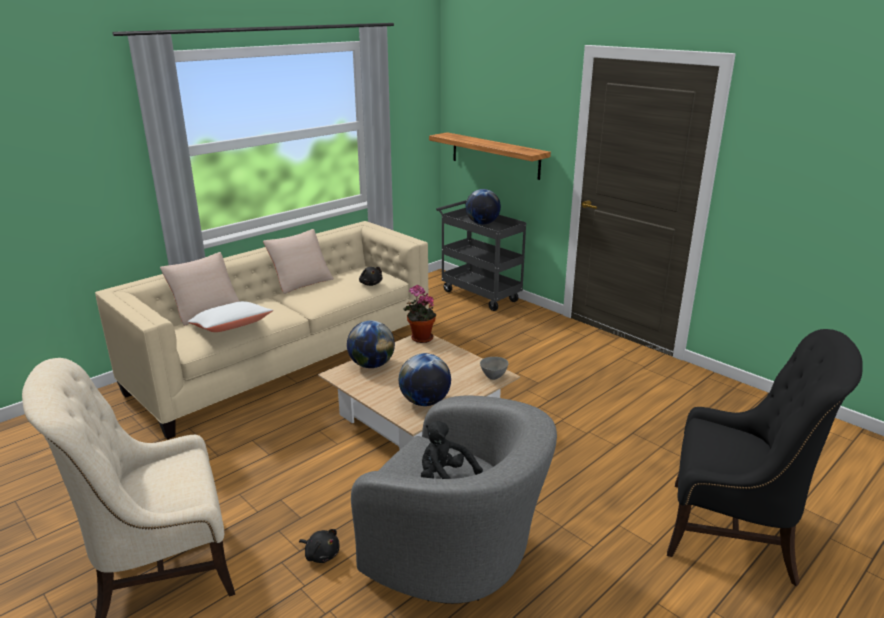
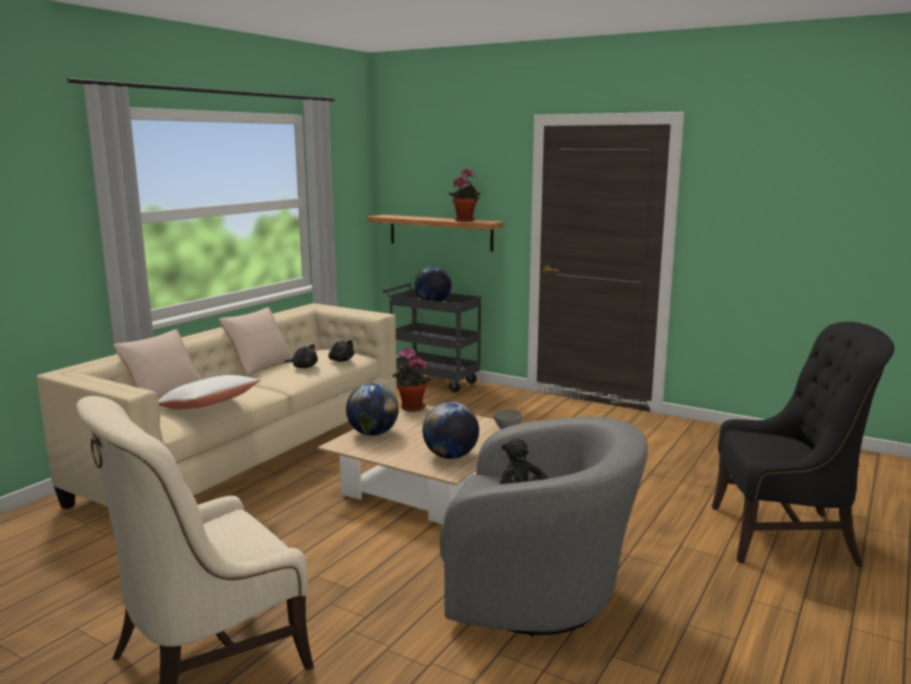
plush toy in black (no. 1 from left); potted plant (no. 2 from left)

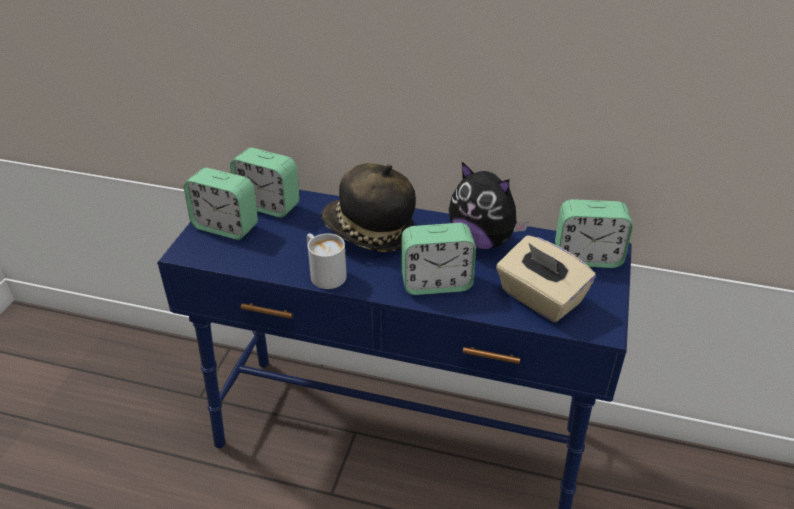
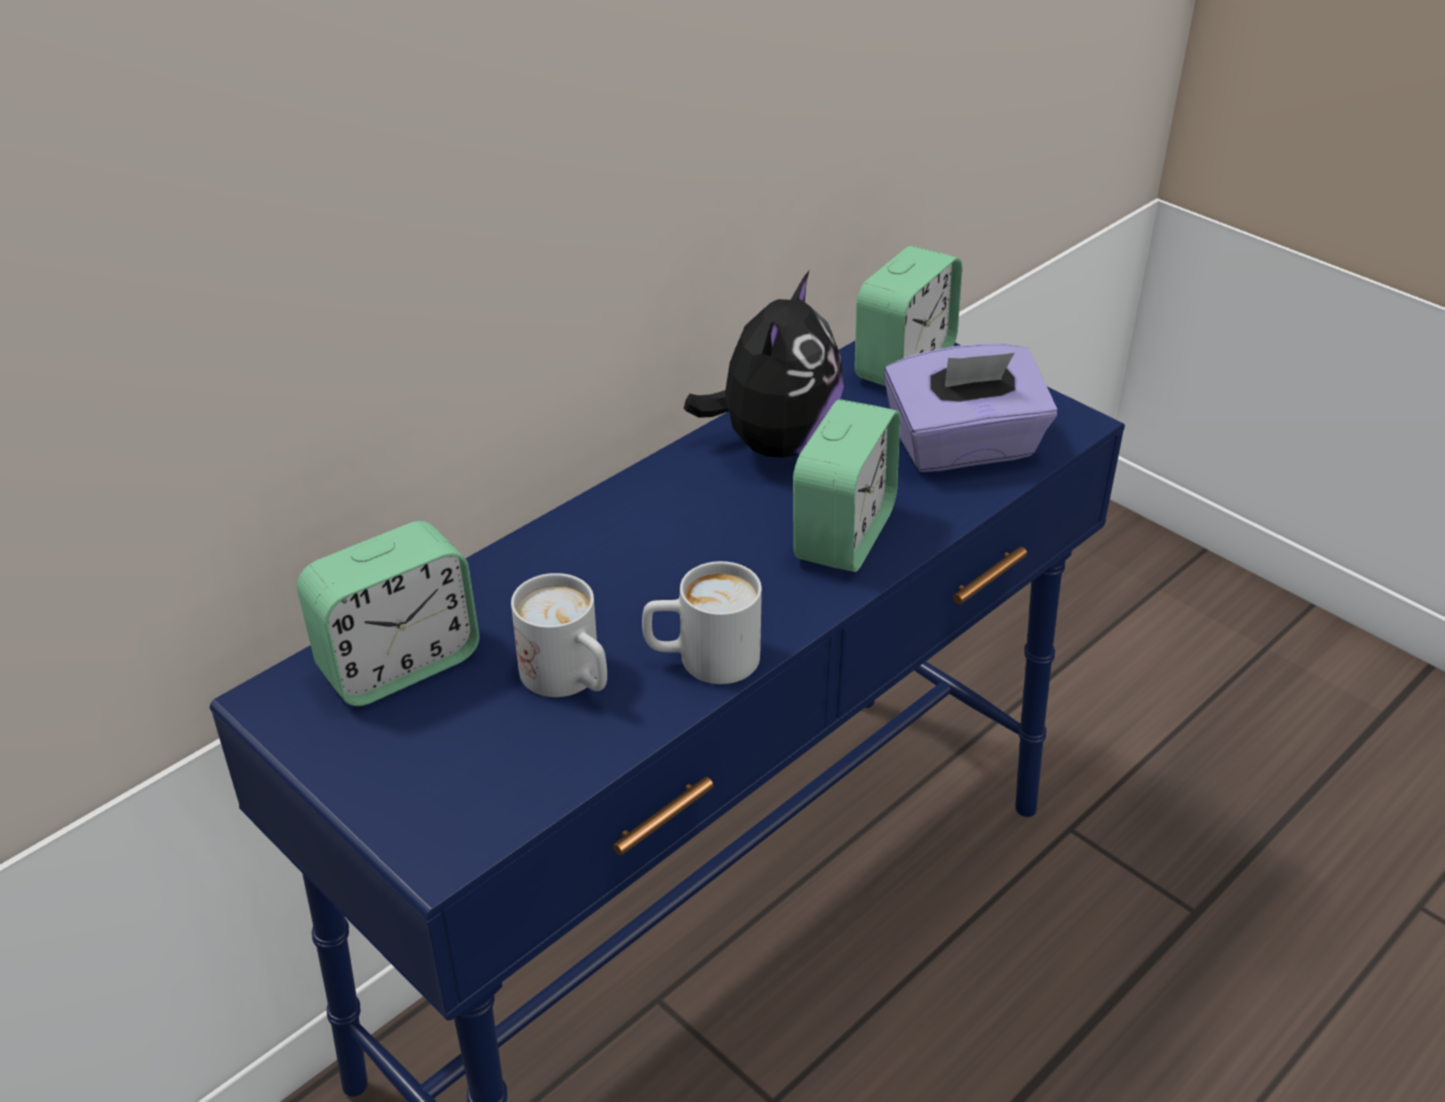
plush toy; hat; alarm clock (no. 1 from left in the first image); tissue box in purple; mug in white (no. 1 from left)

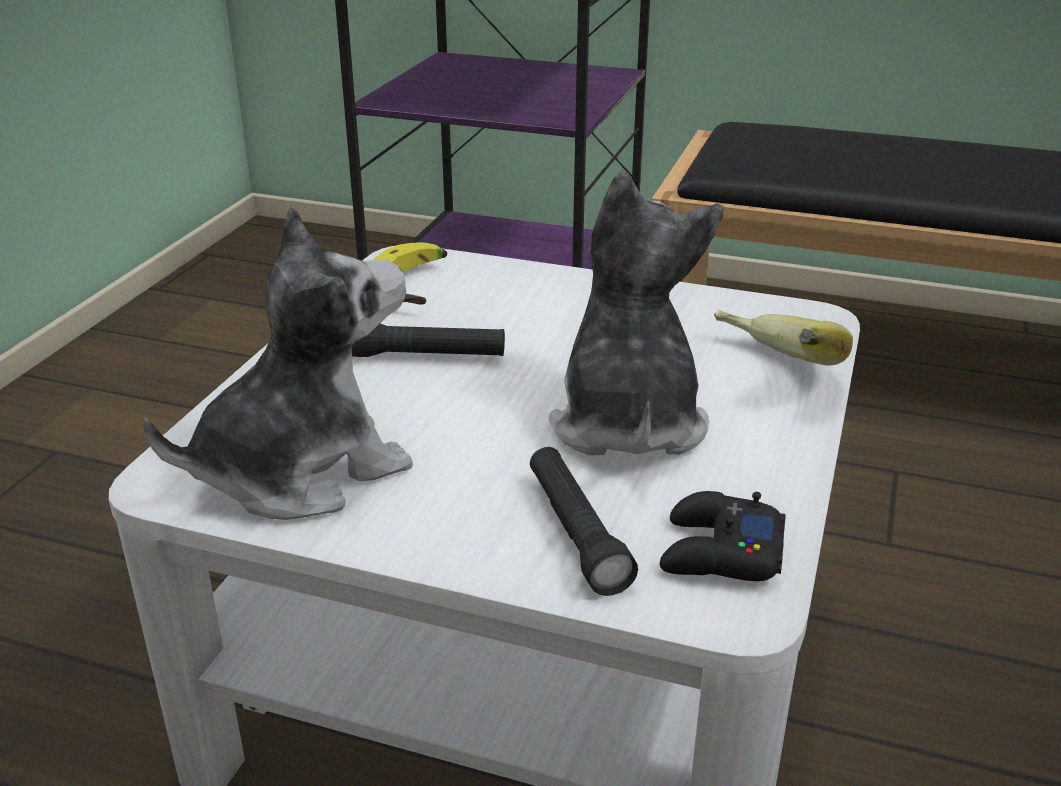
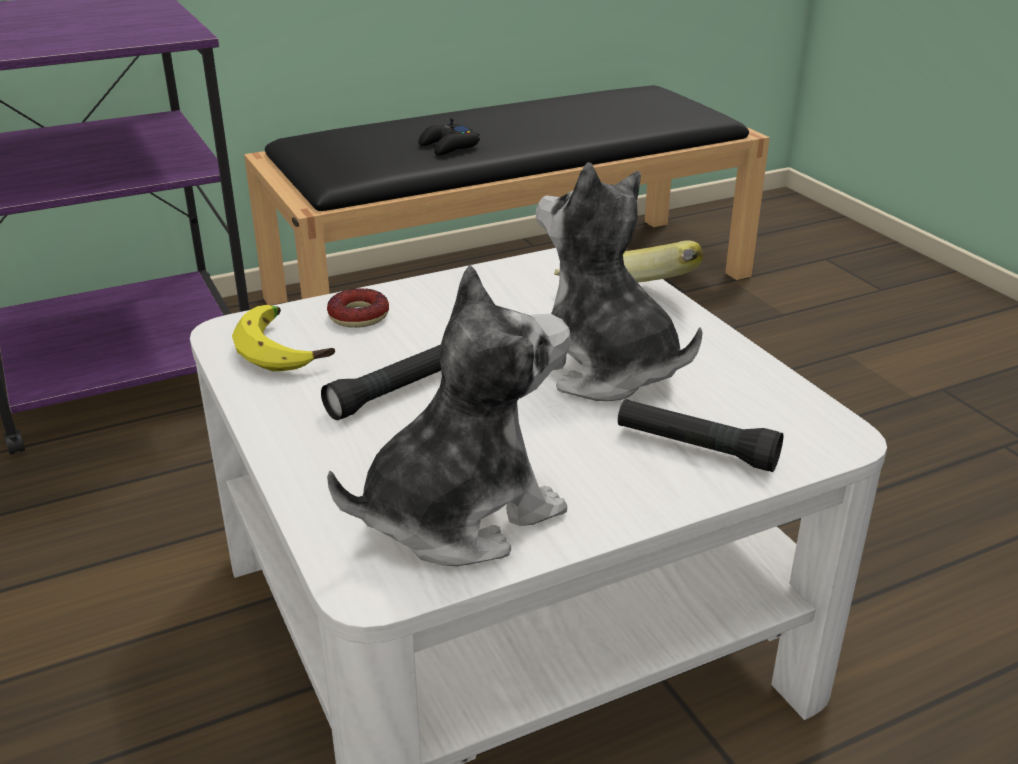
plush toy (no. 1 from left); game controller in black; donut

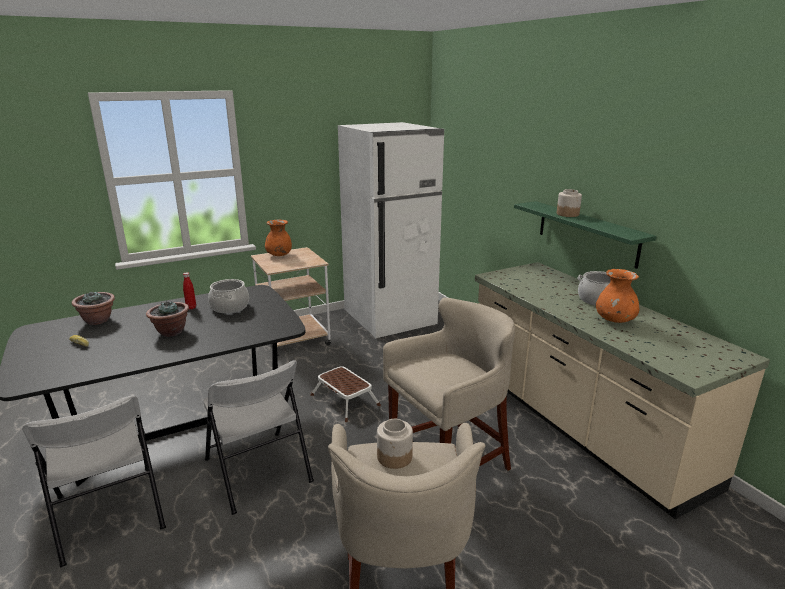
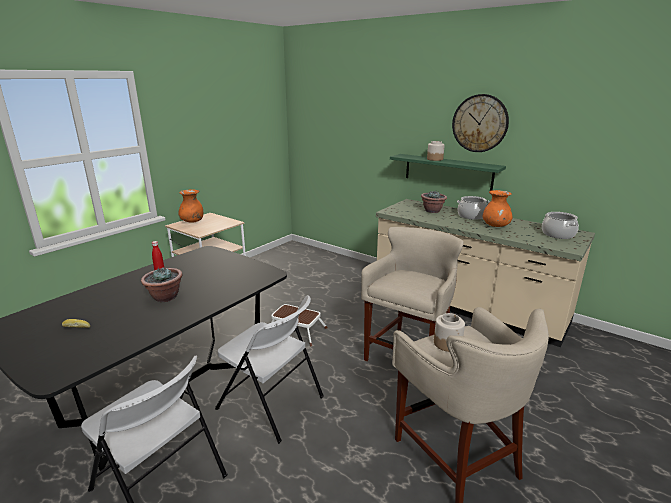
fridge in white; cooking pot (no. 2 from left); potted plant (no. 2 from left); wall clock

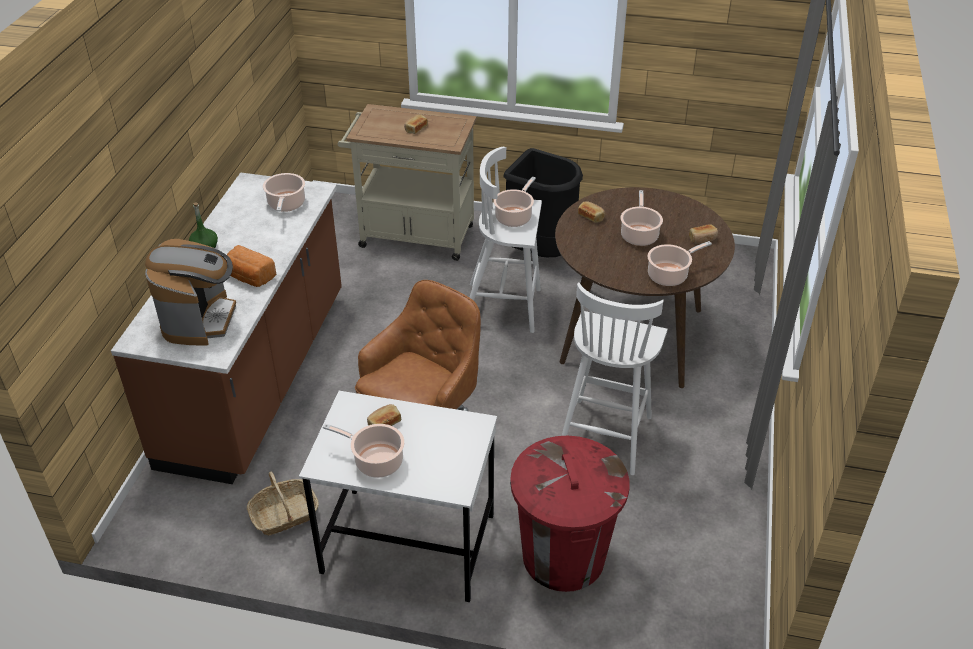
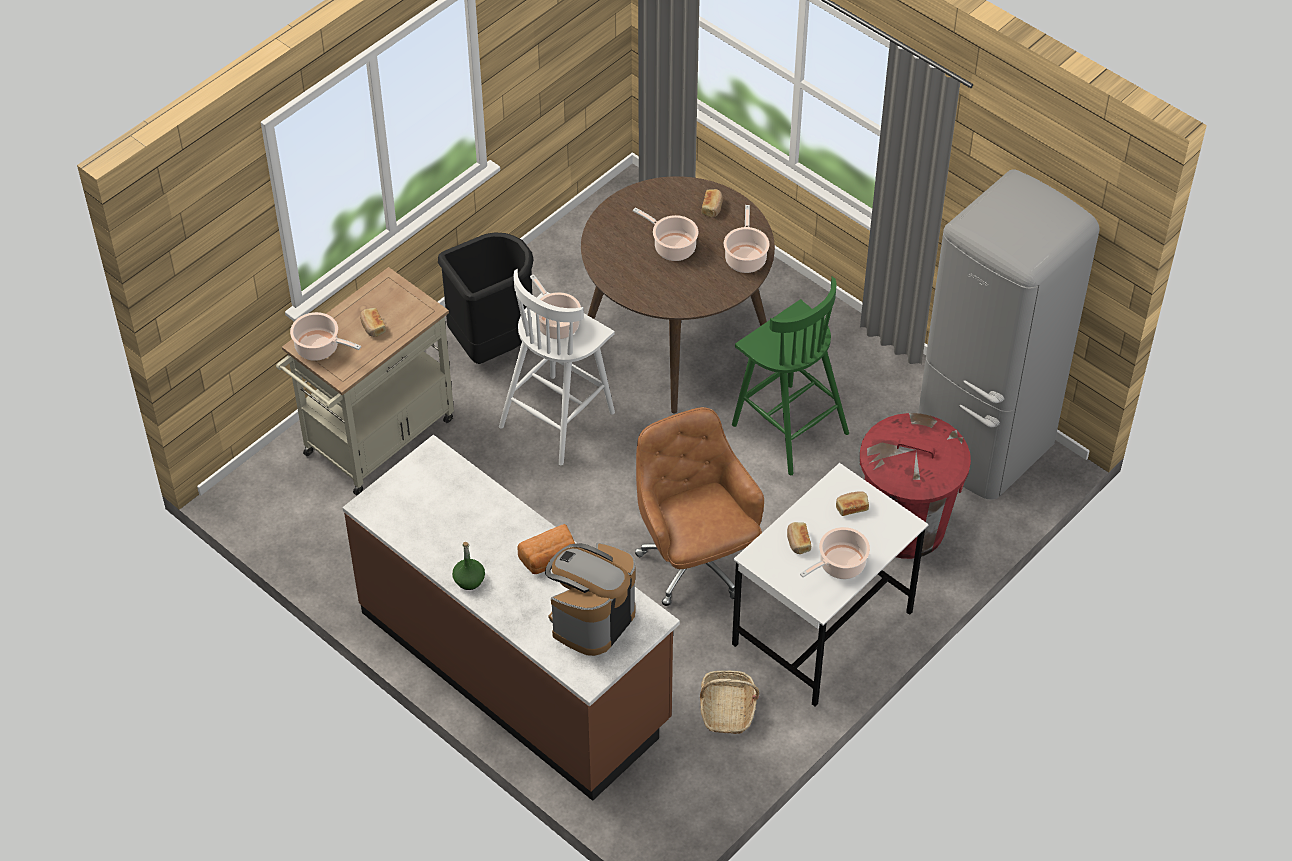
cooking pot (no. 1 from left); bread (no. 5 from left); coffee machine; stool in green; fridge in grey

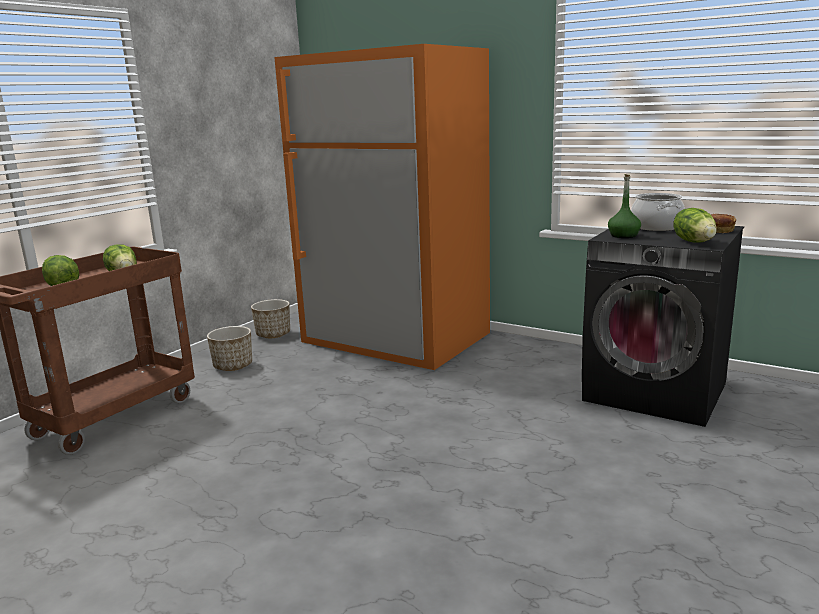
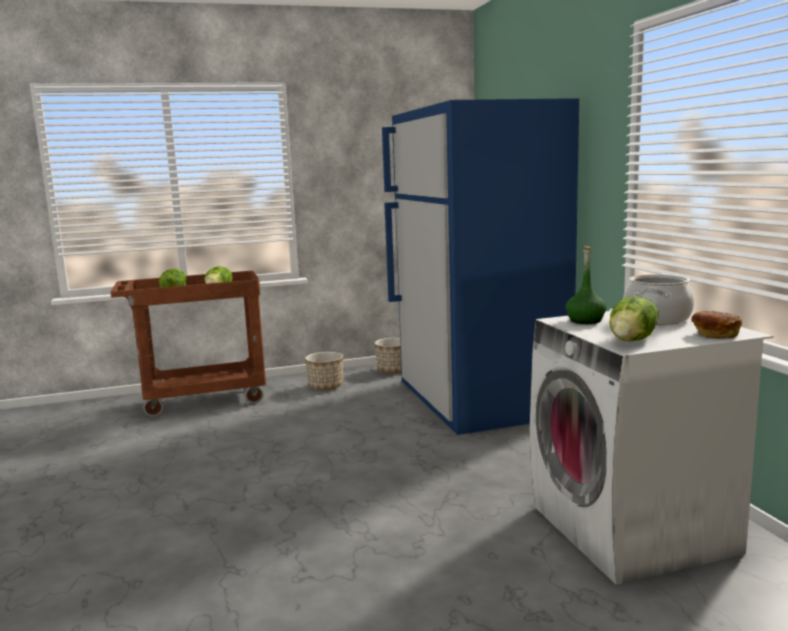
fridge in blue; washing machine in white

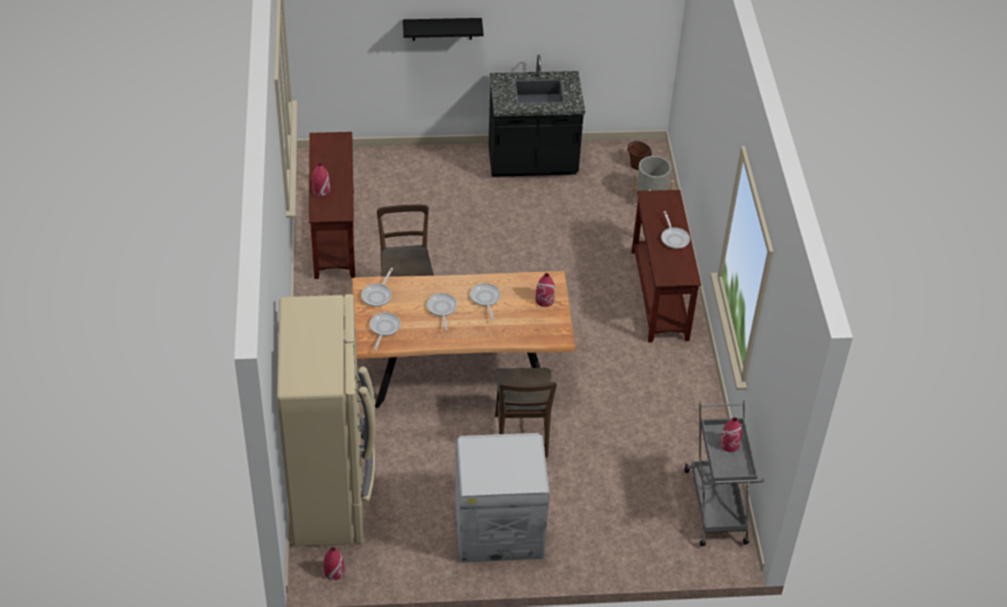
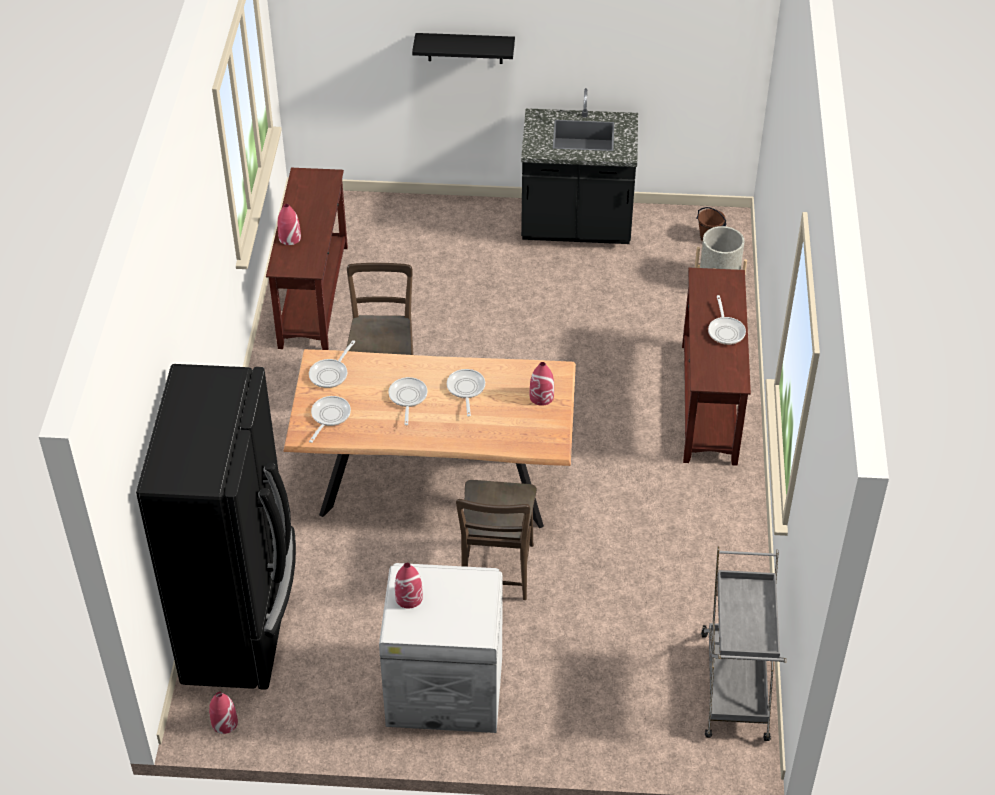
fridge in black; vase in red (no. 3 from left)

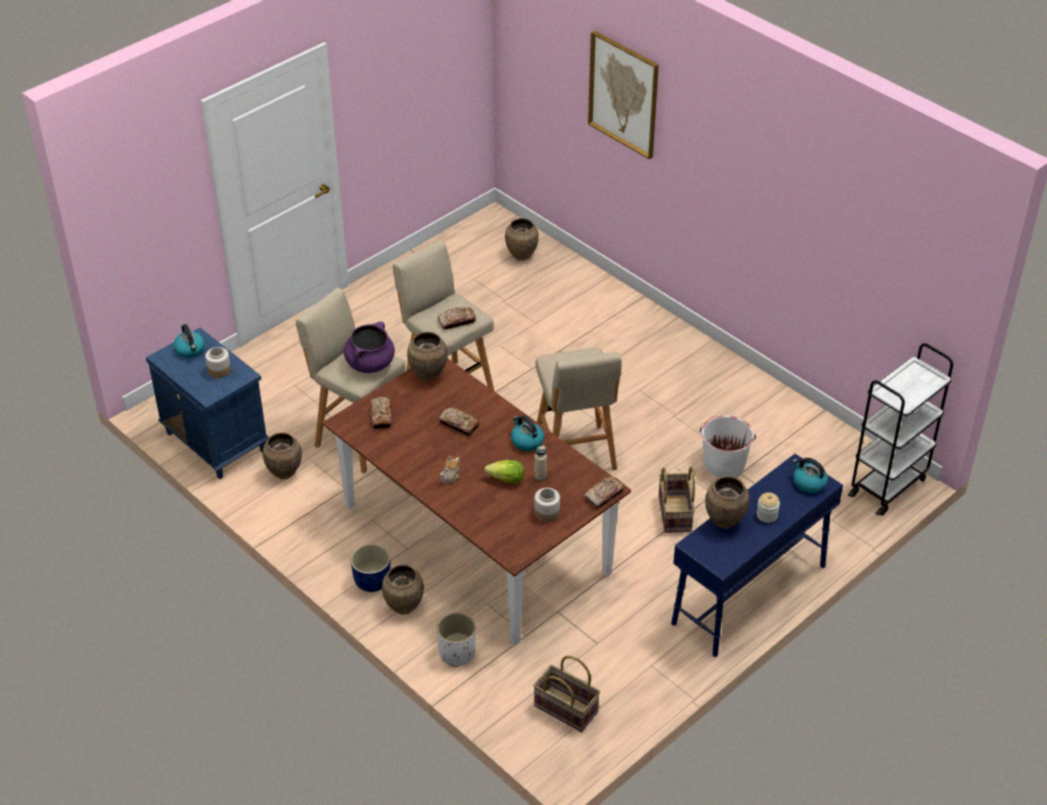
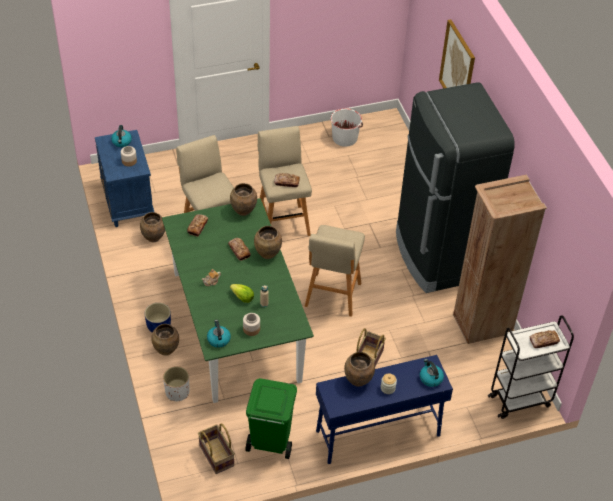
vase in brown (no. 4 from left); cooking pot in purple; dining table in green; bucket in white; kettle (no. 2 from left); bread (no. 4 from left); fridge in black; cabinet in brown; trash can in green

